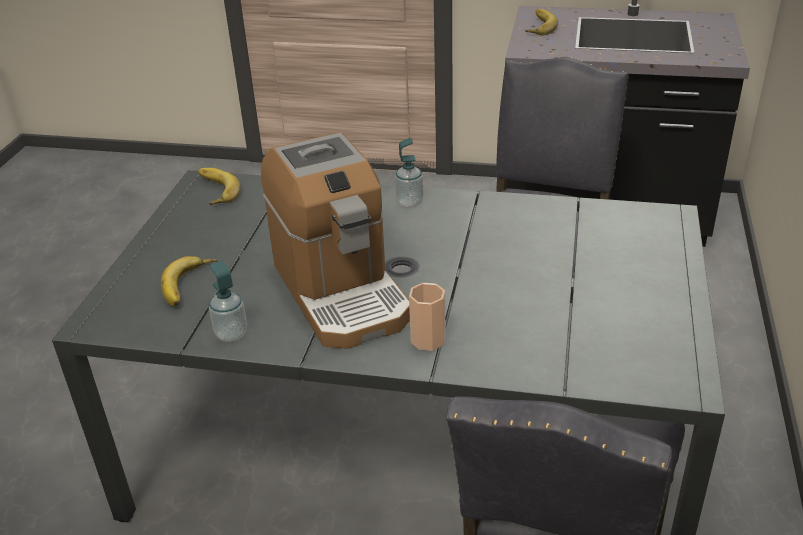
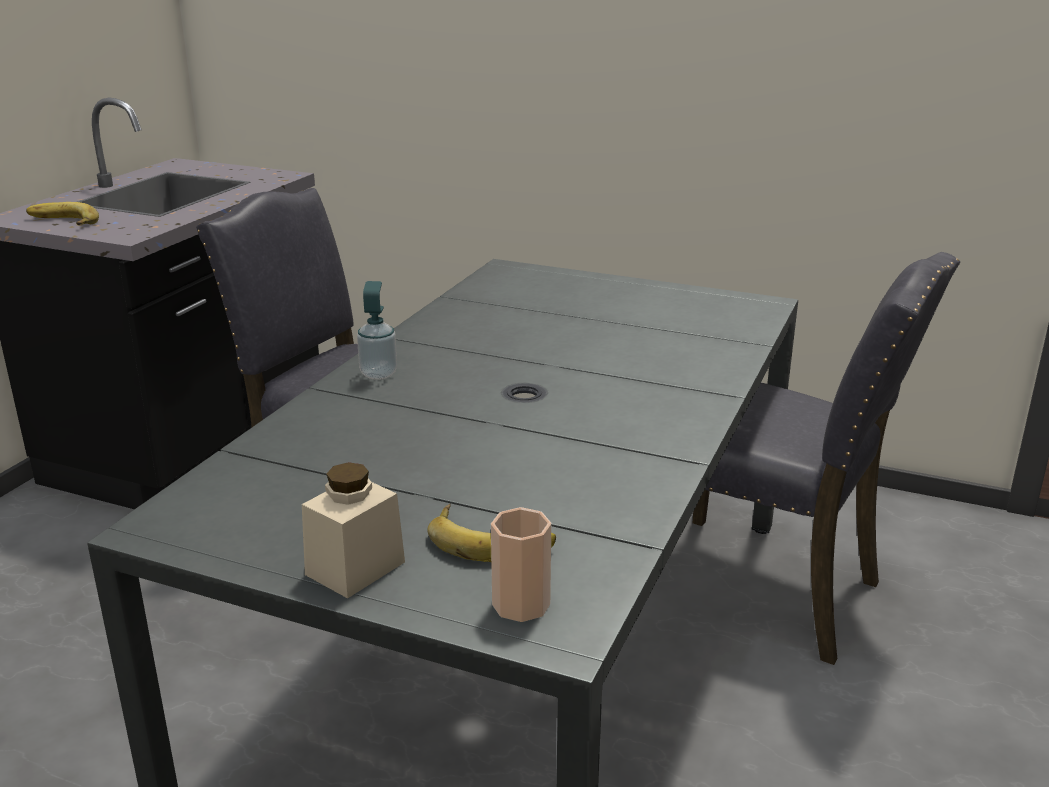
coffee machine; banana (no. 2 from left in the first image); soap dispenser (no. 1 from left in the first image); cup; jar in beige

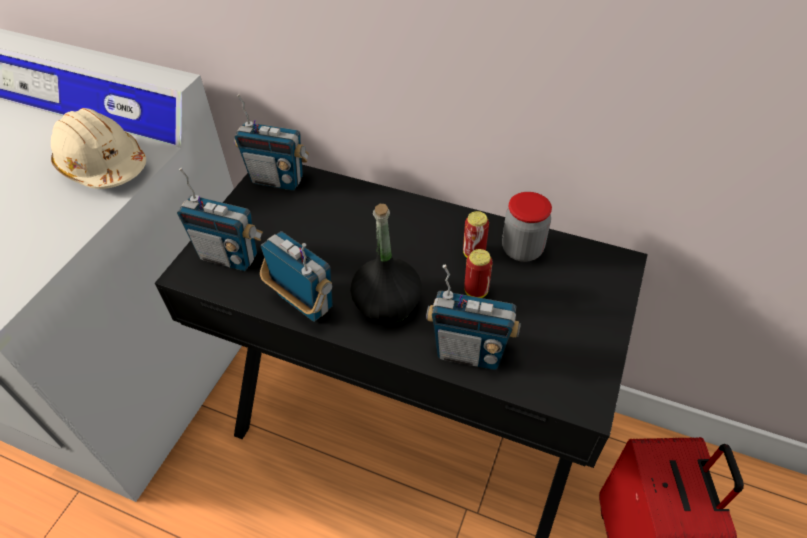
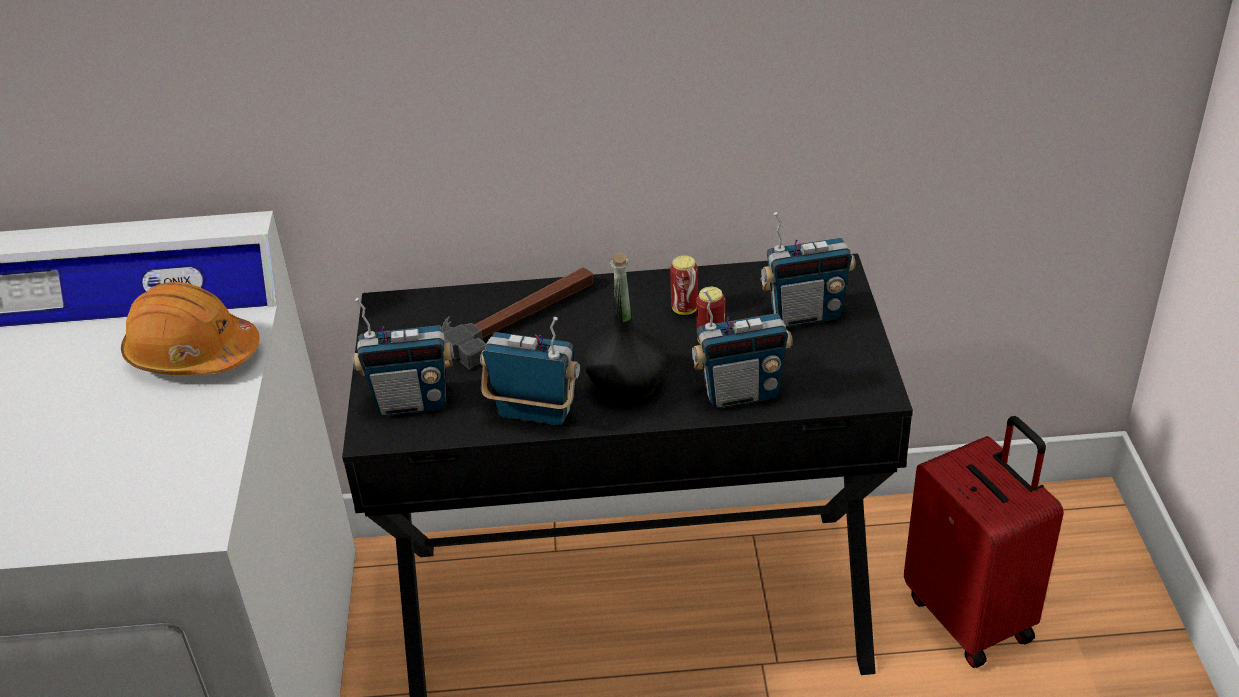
radio (no. 4 from left); hard hat in orange; jar; hammer

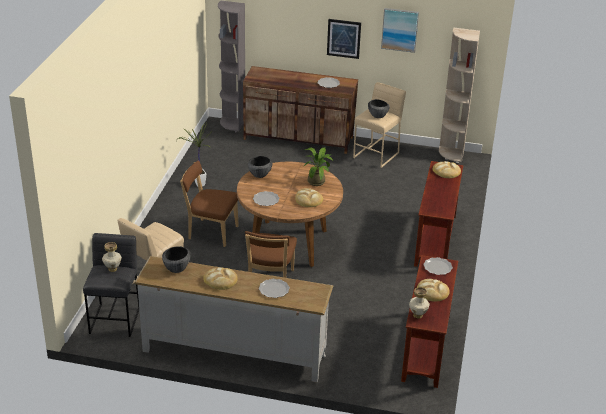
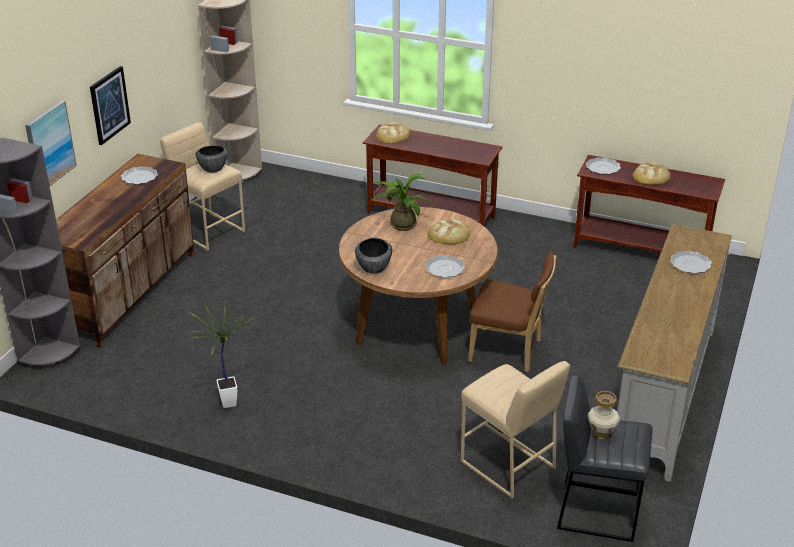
picture (no. 1 from left); chair in brown (no. 1 from left in the first image); bowl (no. 1 from left in the first image); bread (no. 1 from left in the first image); vase (no. 2 from left in the first image)

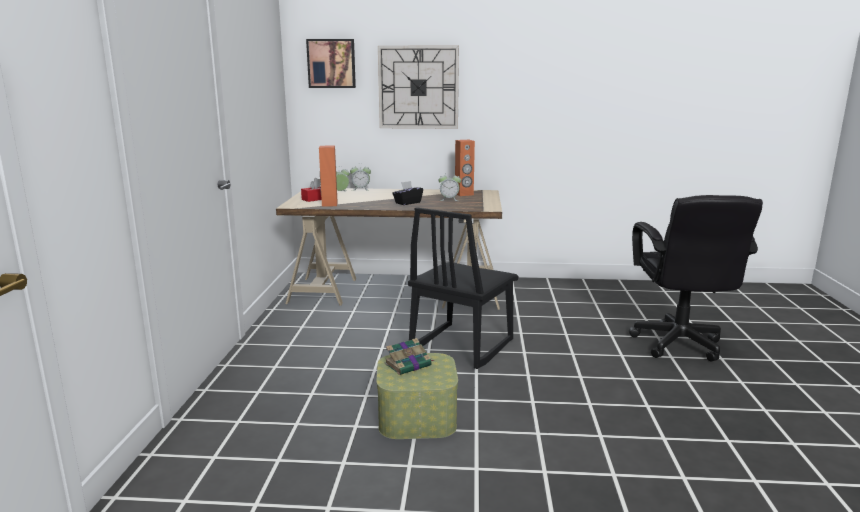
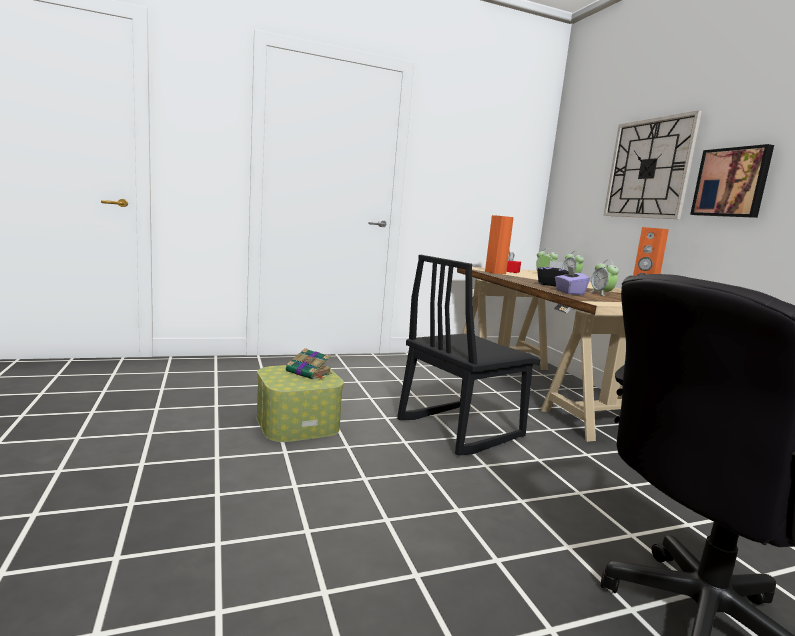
picture; chair in black; tissue box in purple

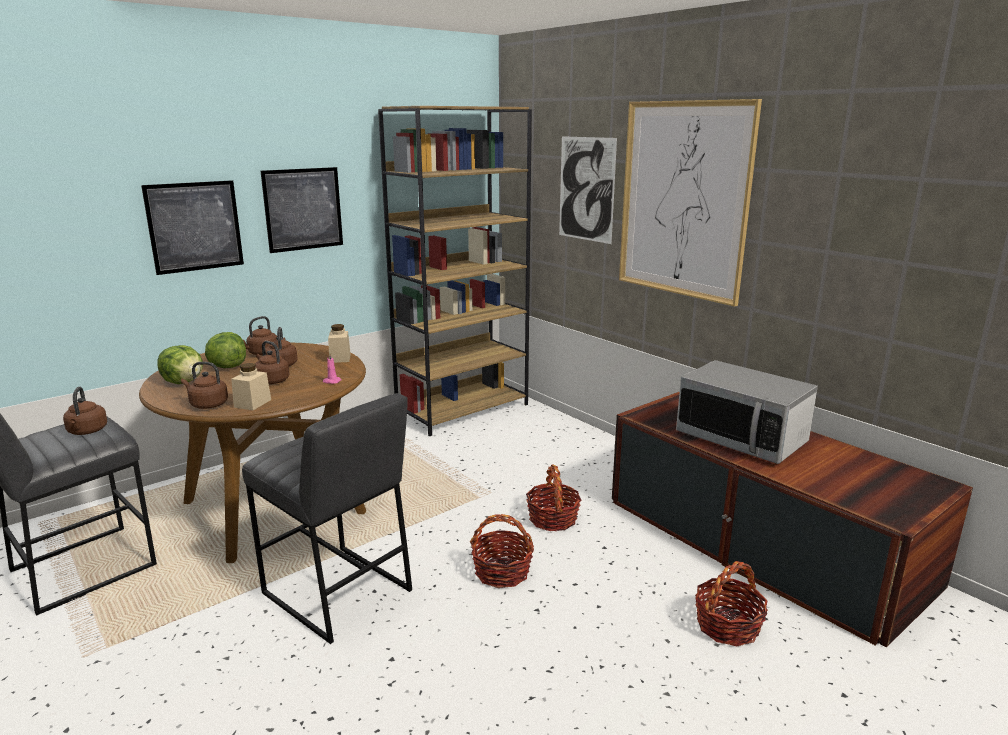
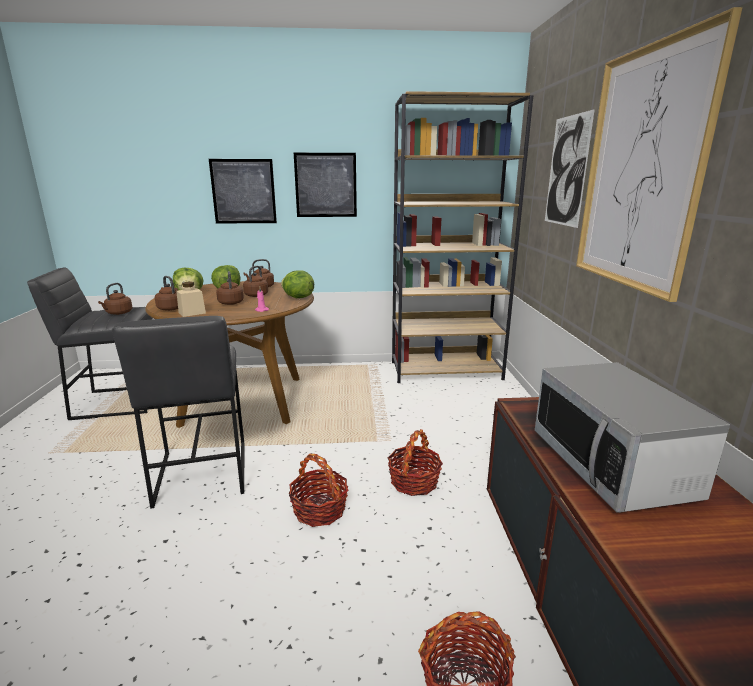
lettuce (no. 3 from left)

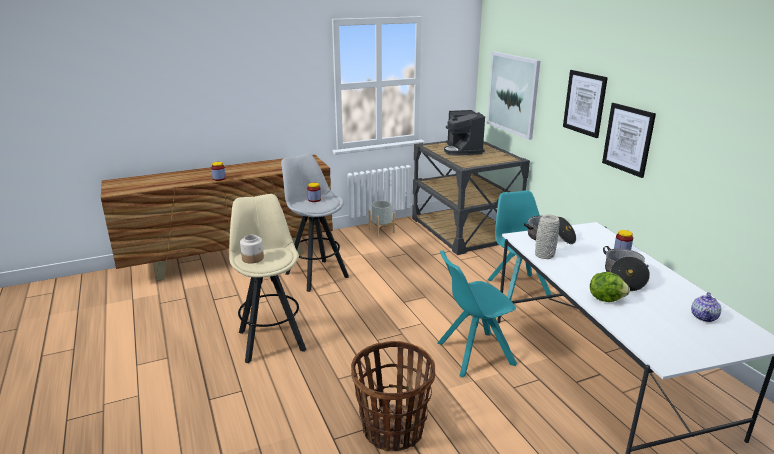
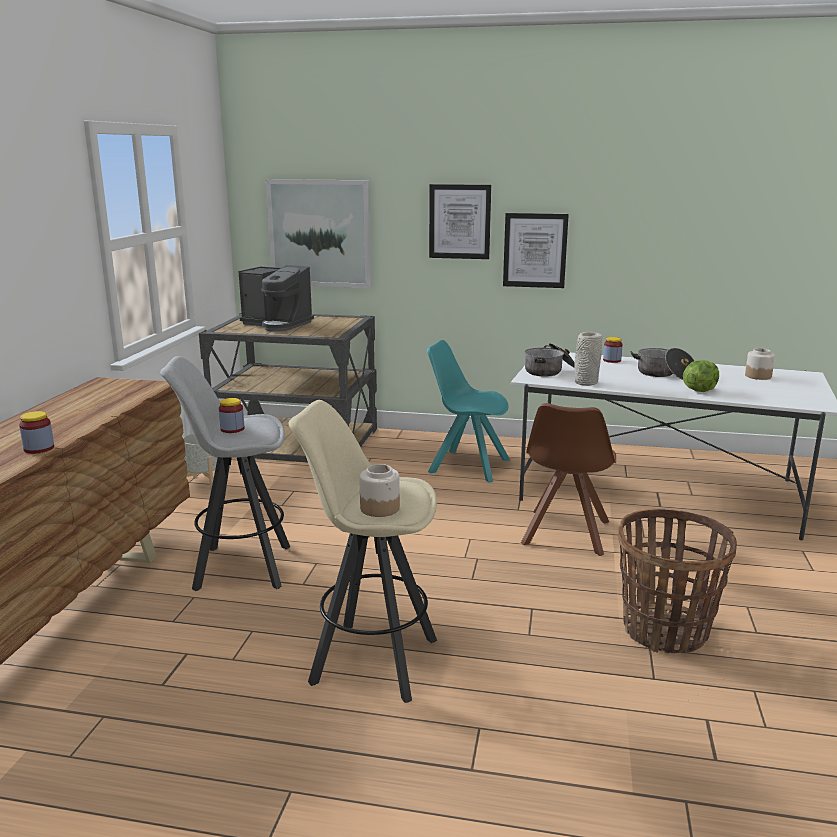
chair in brown; jar (no. 5 from left)

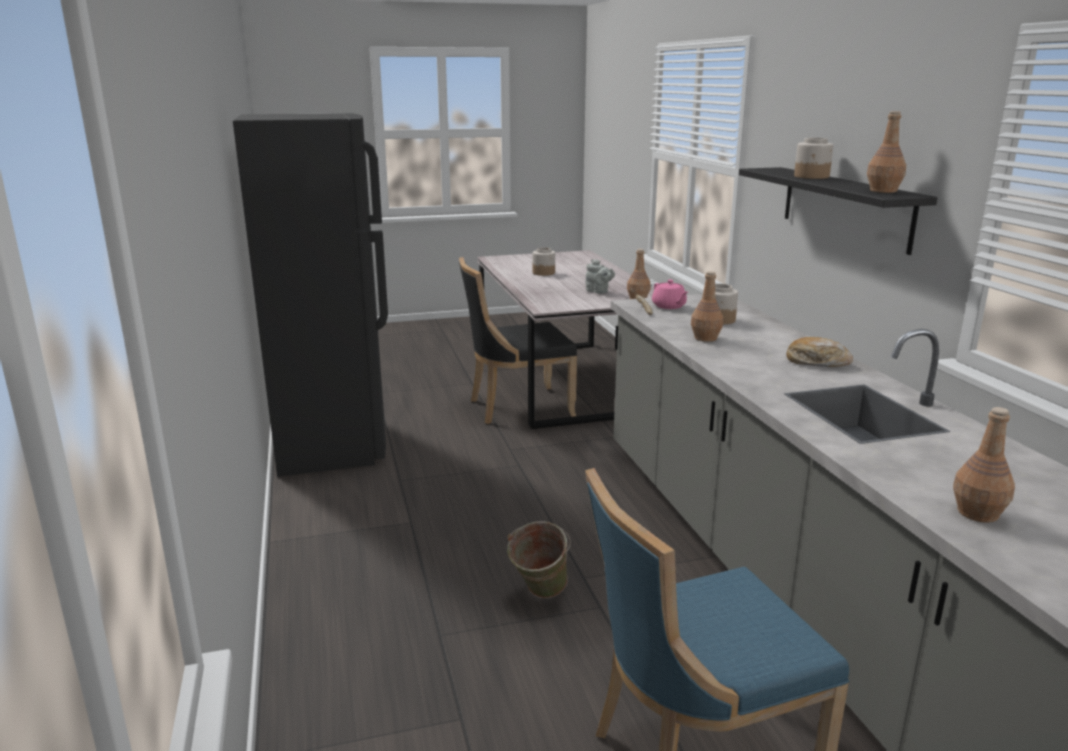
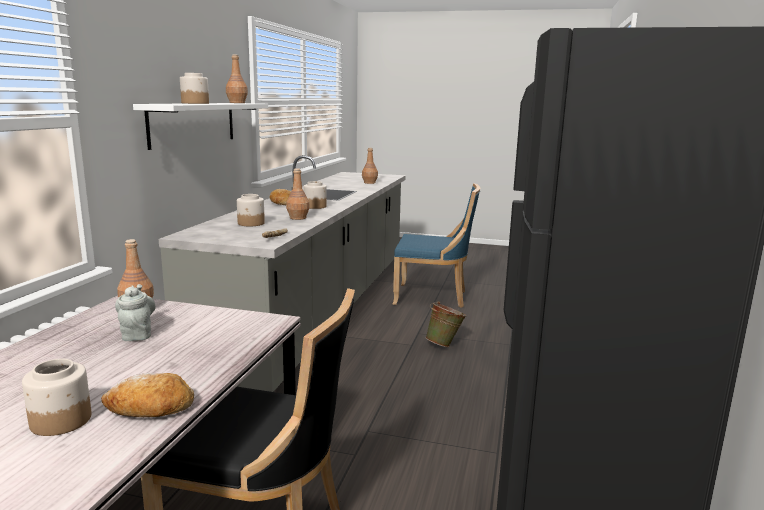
shelf in white; teapot in pink; jar (no. 4 from left); bread (no. 1 from left)

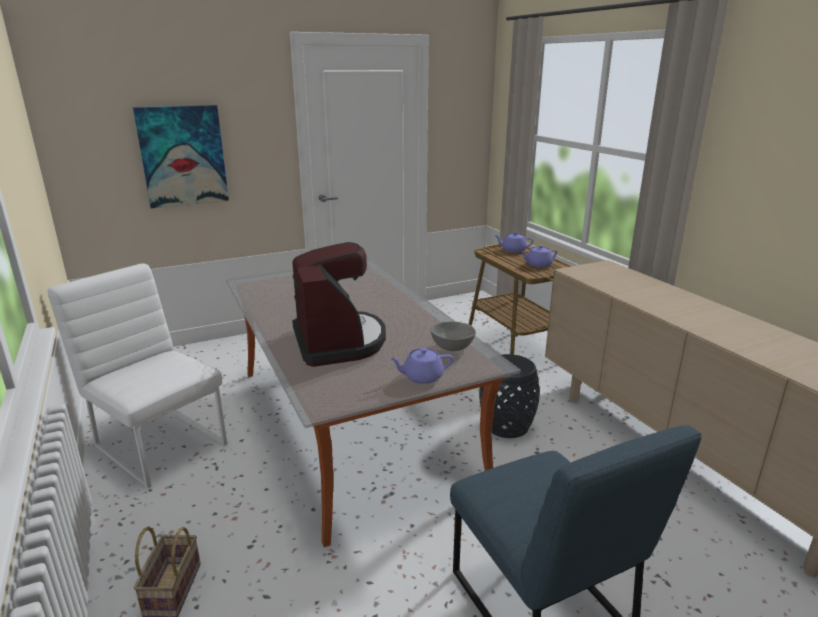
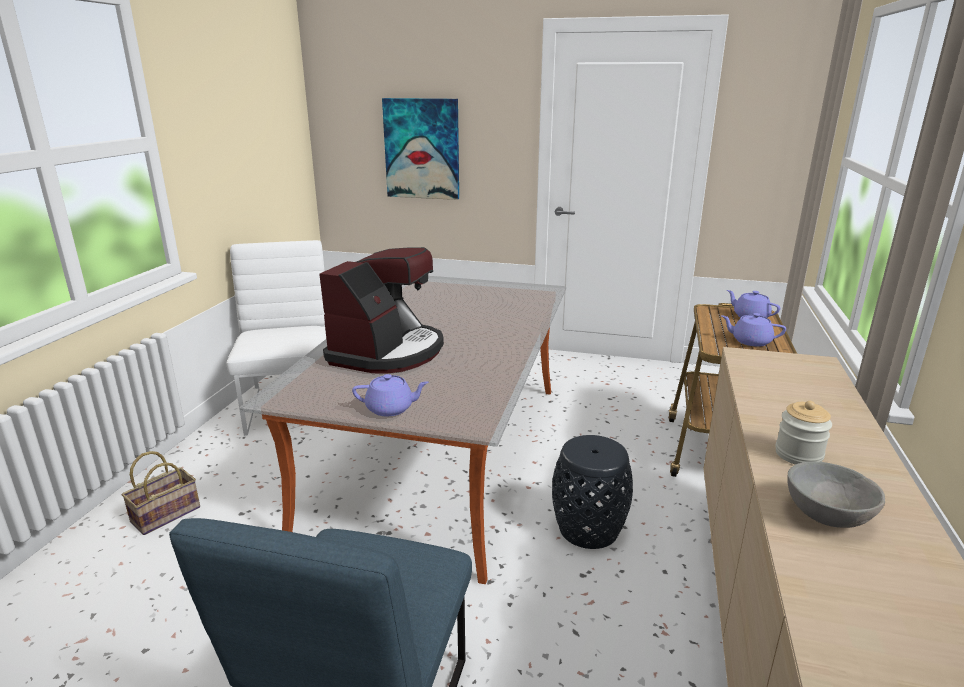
bowl in grey; teapot in purple (no. 1 from left); jar

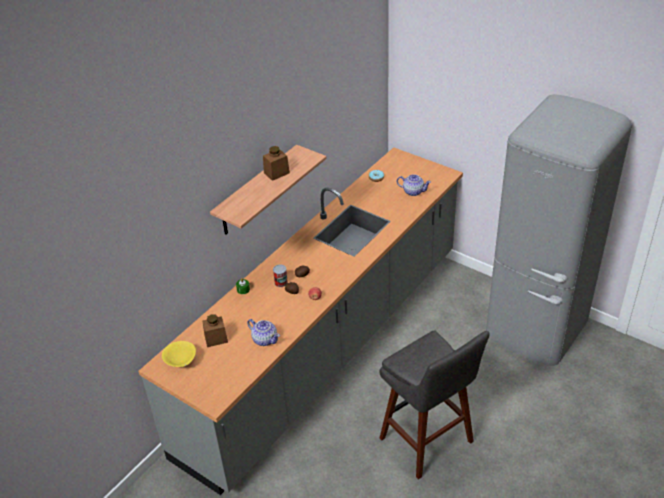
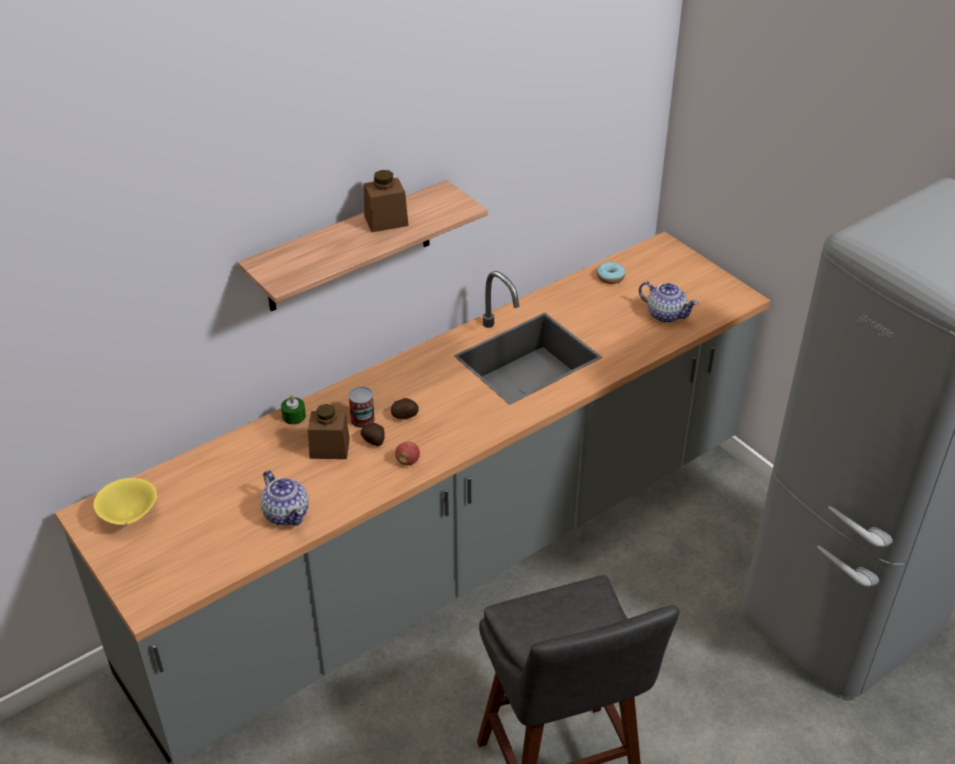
jar in brown (no. 1 from left)

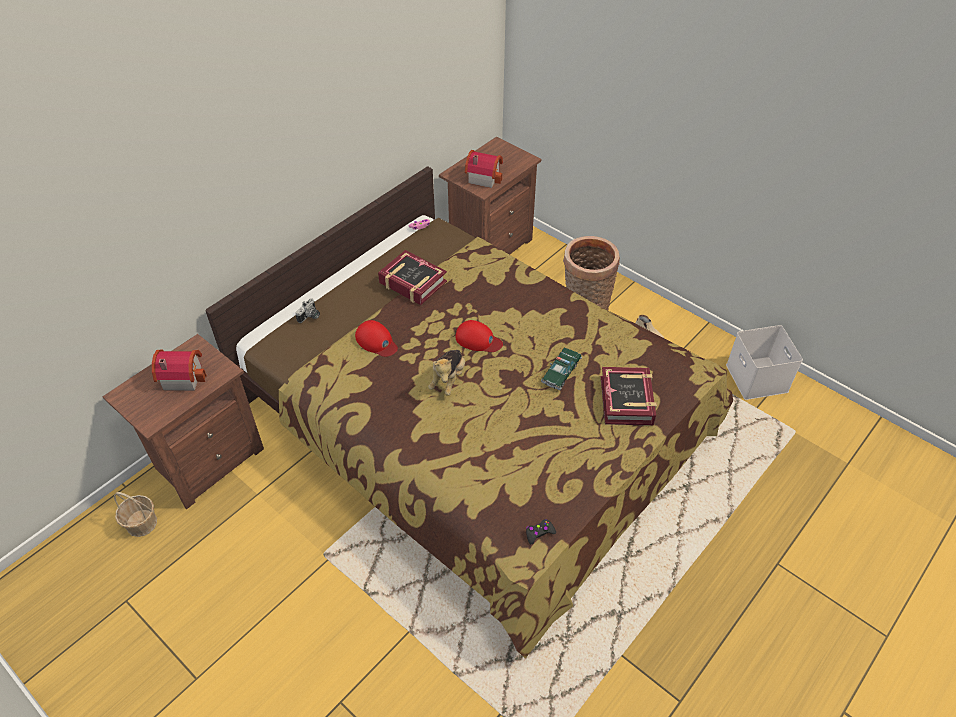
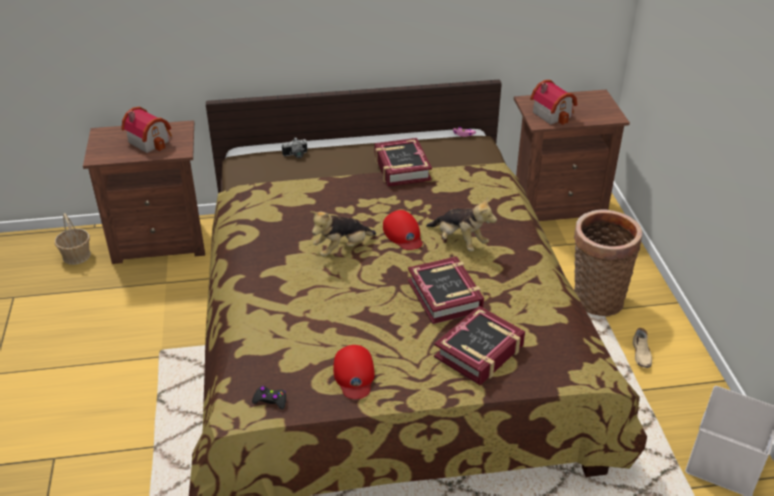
cap in red (no. 1 from left); book (no. 2 from left); plush toy (no. 2 from left)

